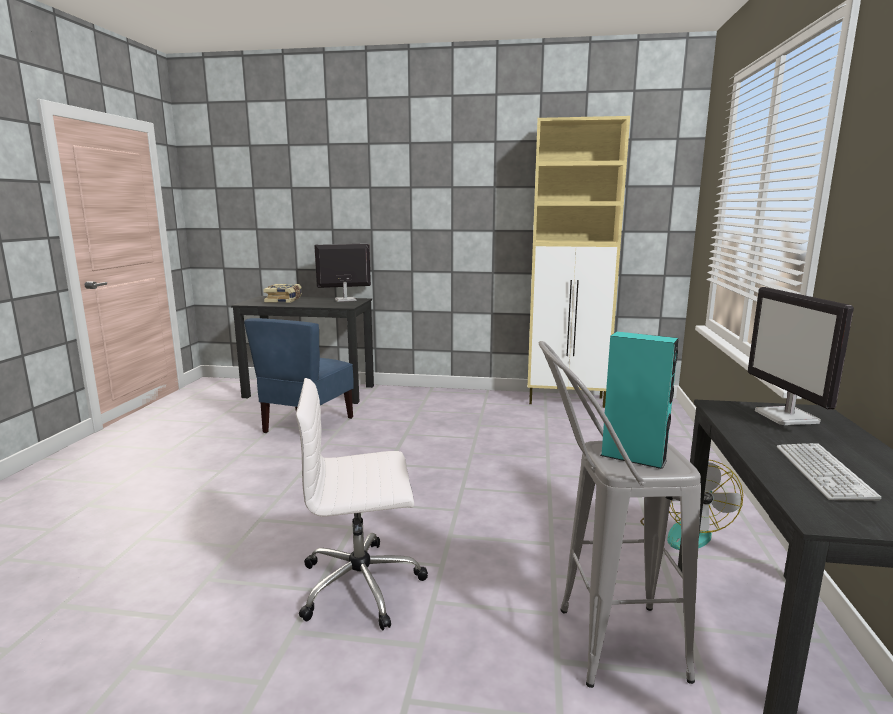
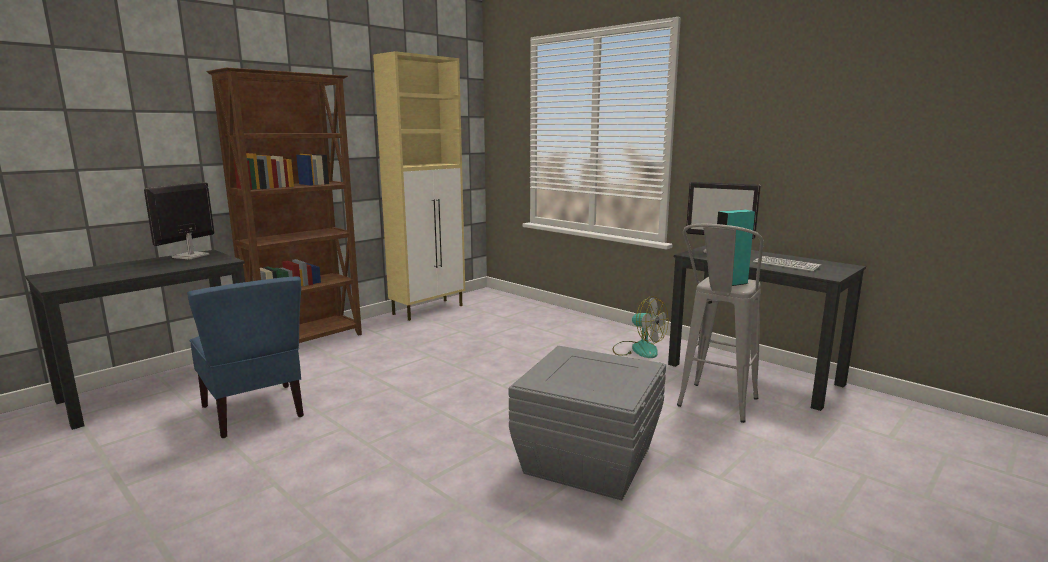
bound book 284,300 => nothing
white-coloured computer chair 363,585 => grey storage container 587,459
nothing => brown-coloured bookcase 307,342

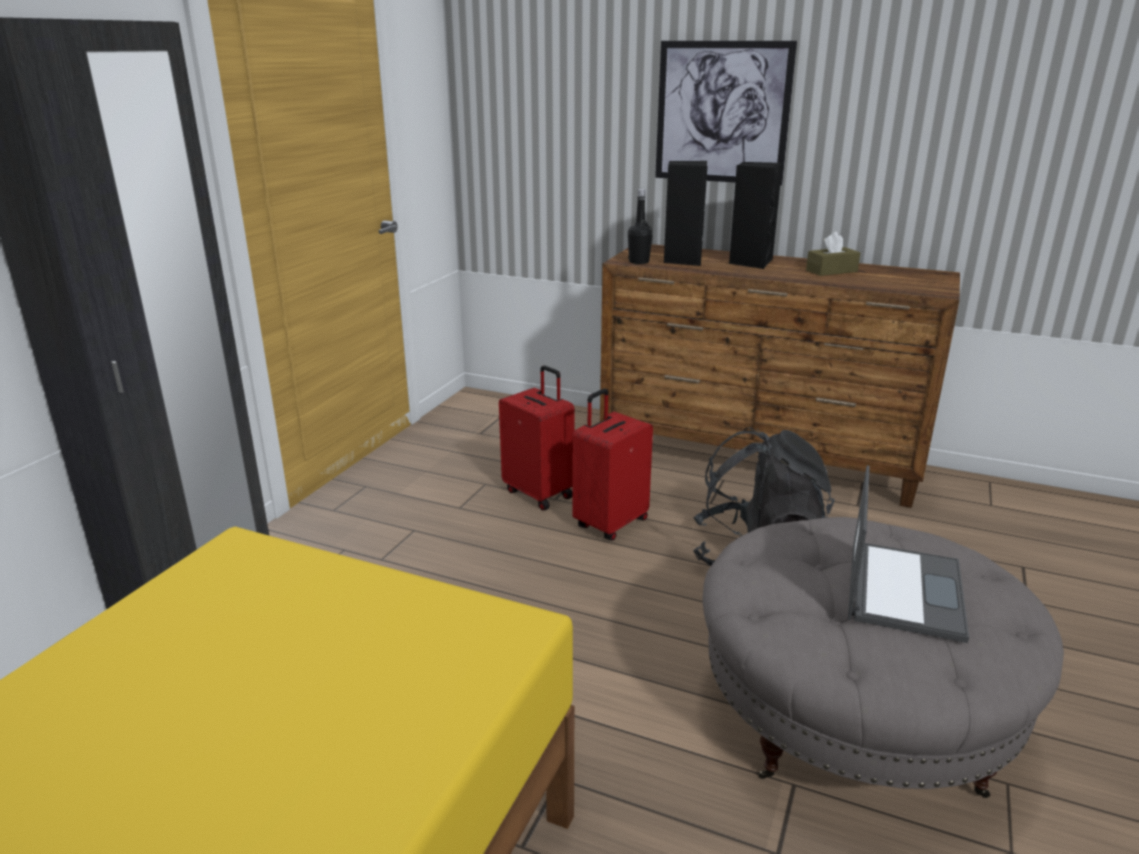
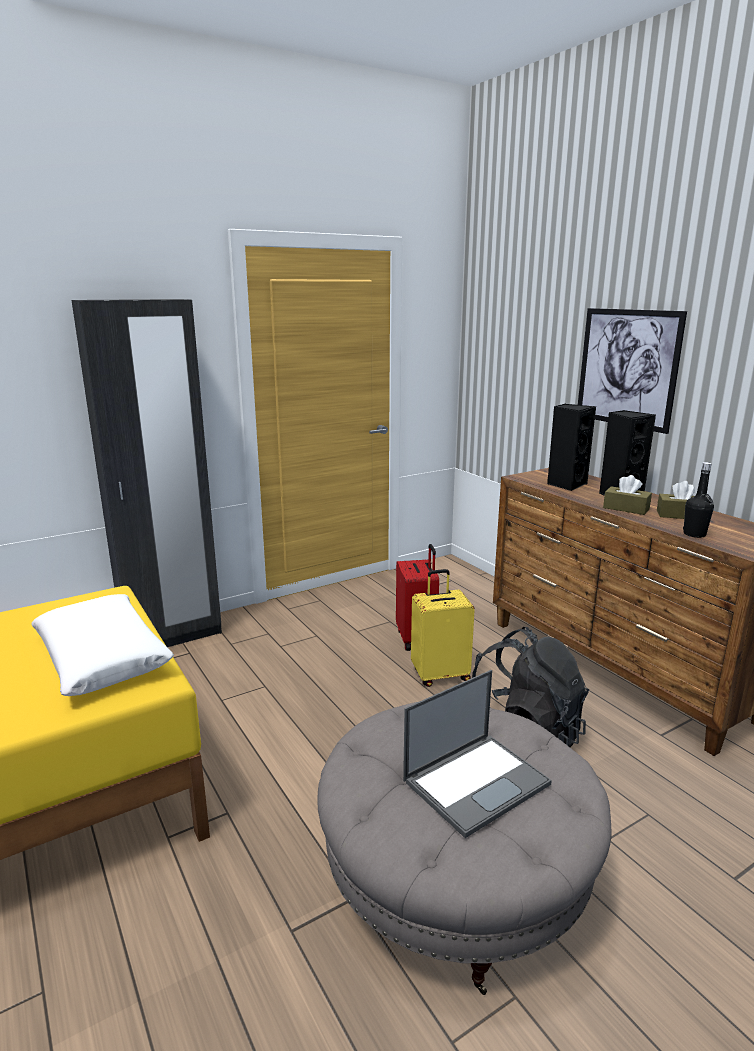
red-coloured suitcase 610,523 => yellow-coloured suitcase 440,675
black-coloured beverage bottle 639,262 => black-coloured beverage bottle 694,534, relocated
nothing => white-coloured pillow 102,657
nothing => brown-coloured tissue holder 626,508

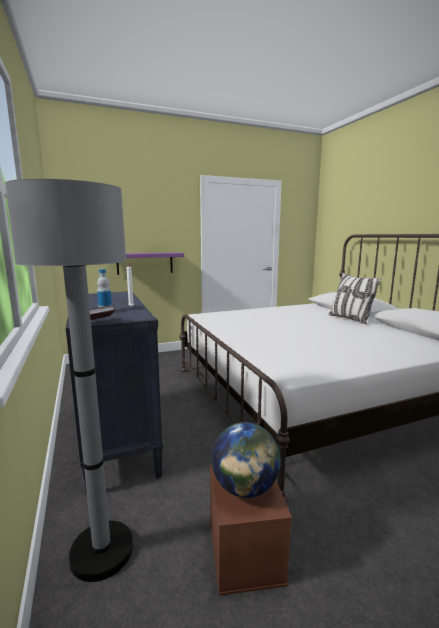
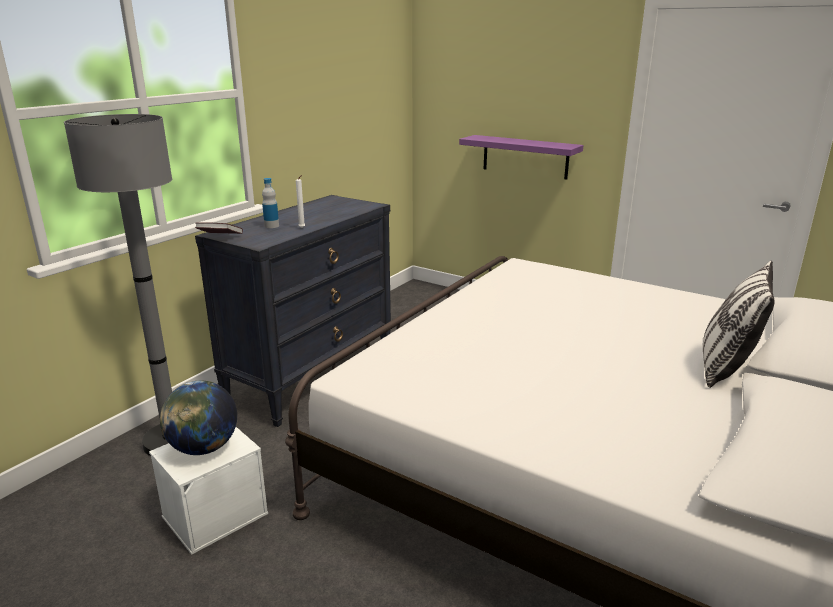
brown-coloured storage container 243,551 => white-coloured storage container 216,514

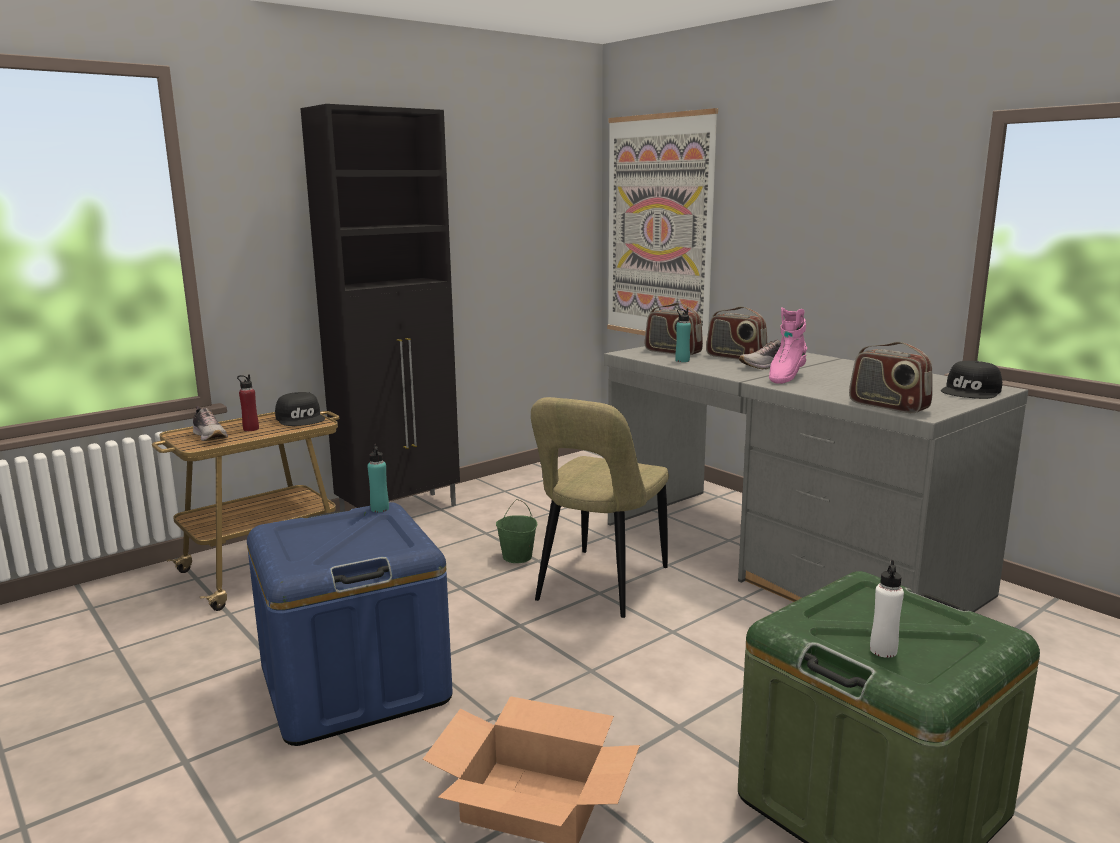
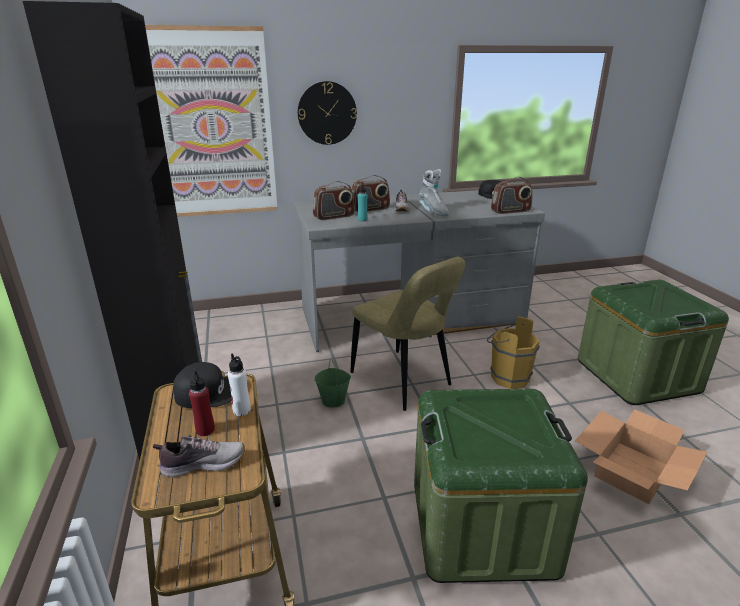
blue storage container 354,684 => green-coloured storage container 482,526
turquoise beverage bottle 379,509 => nothing
pink-coloured boot 785,377 => grey boot 433,212
white-coloured beverage bottle 883,650 => white-coloured beverage bottle 242,410, relocated
nothing => clock on the wall 327,113
nothing => brown-coloured bucket 507,377

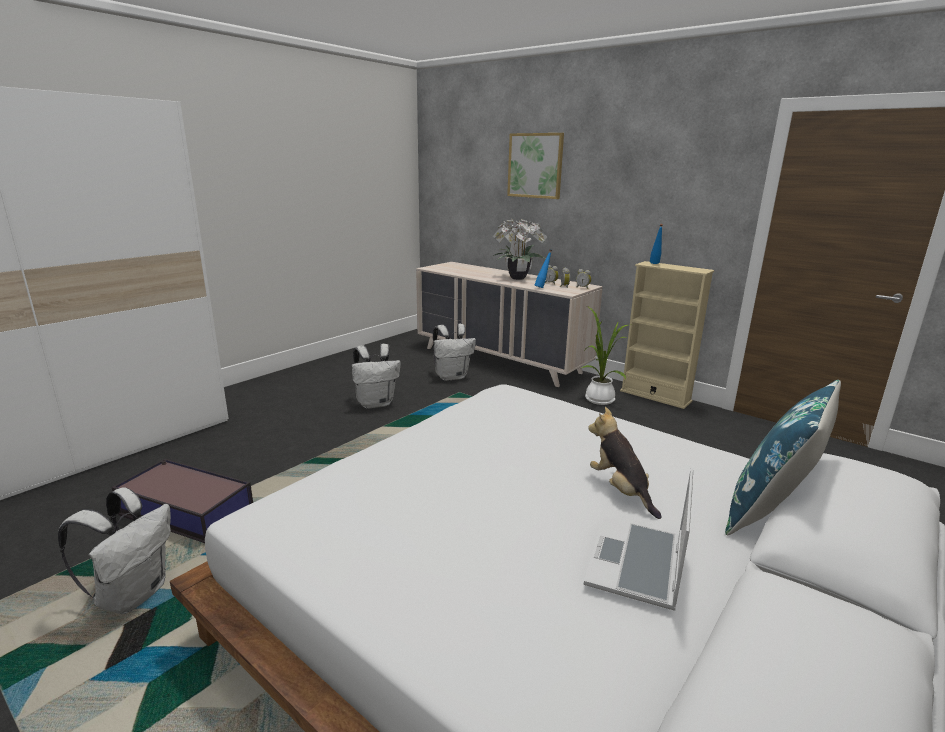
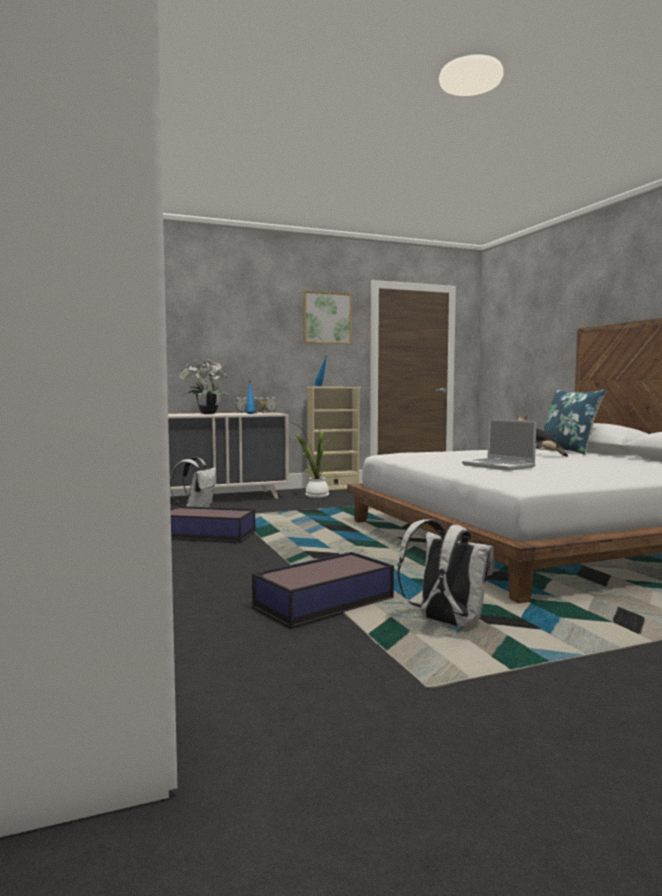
white-coloured backpack 376,403 => storage container 205,535
picture 535,165 => picture 327,318, relocated
portable computer 637,565 => portable computer 499,466, relocated

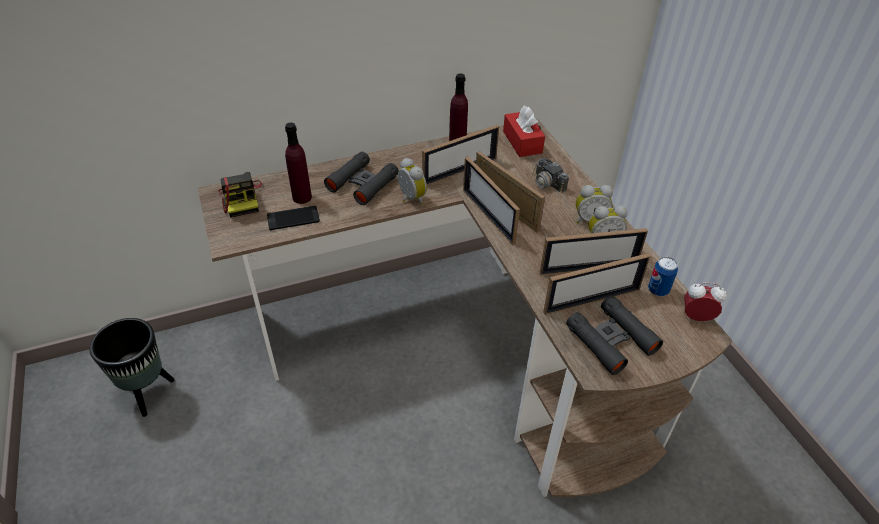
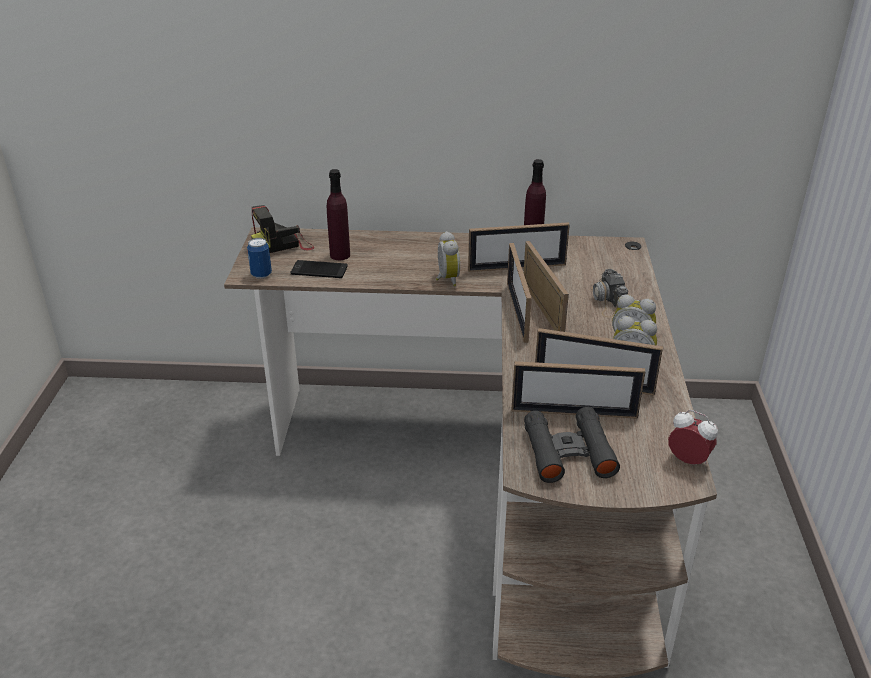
black-coloured planter 148,393 => nothing
photo camera 242,199 => photo camera 283,244, 60 degrees clockwise
black-coloured pair of binoculars 362,183 => nothing
red-coloured tissue holder 522,142 => nothing
sealed can 658,290 => sealed can 261,274, relocated

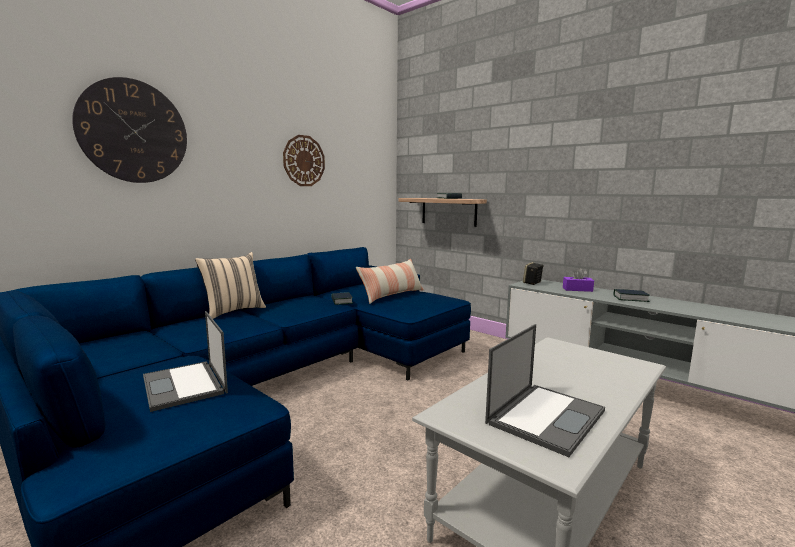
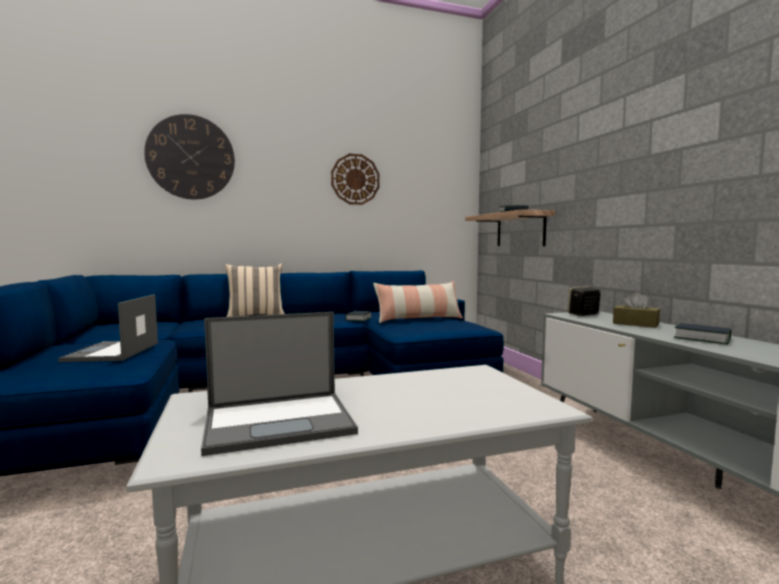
purple-coloured tissue holder 577,289 => brown-coloured tissue holder 635,324

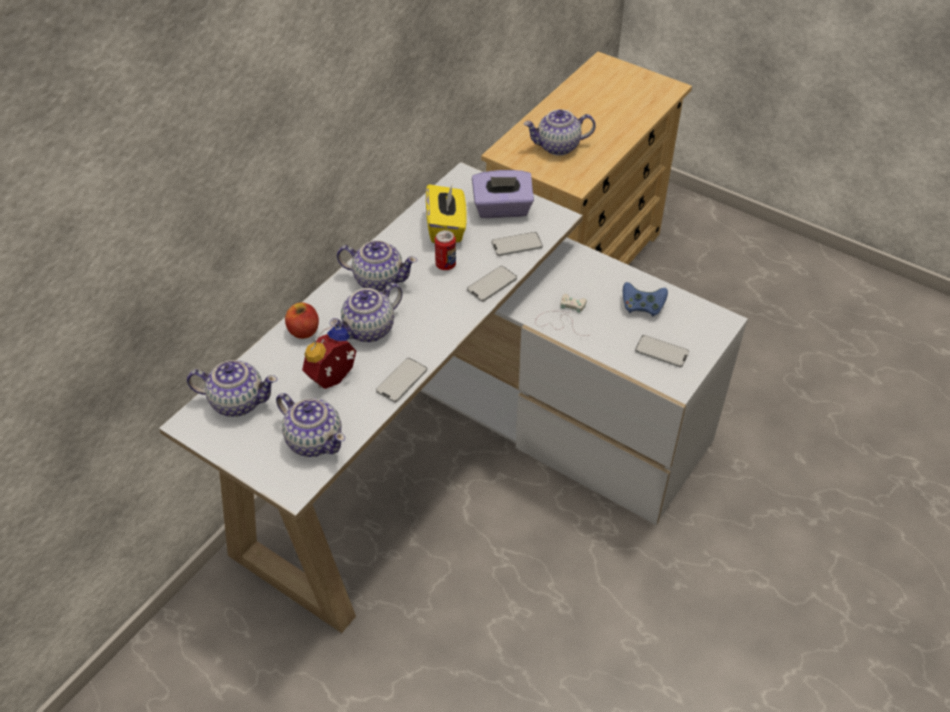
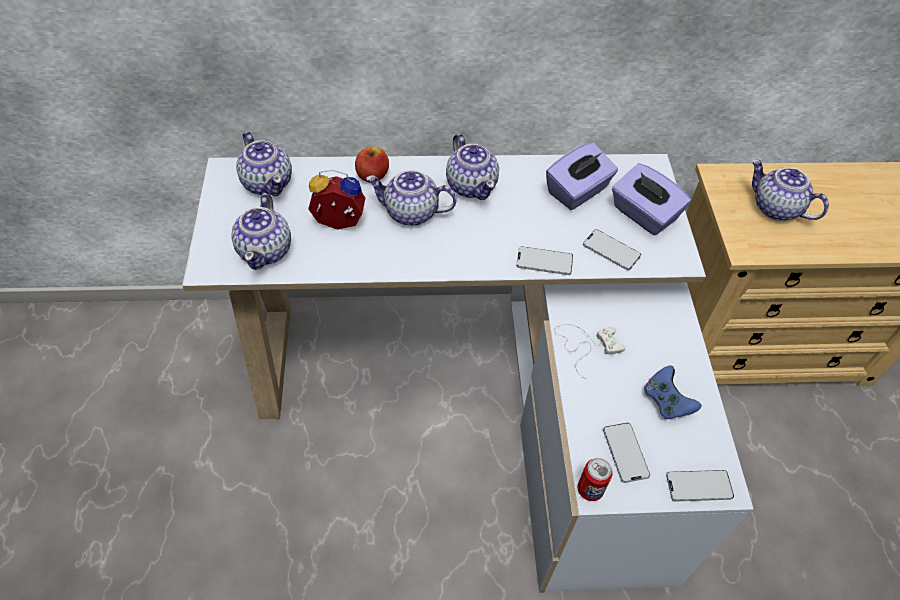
telephone 401,381 => telephone 699,486, relocated
yellow-coloured tissue holder 446,227 => purple-coloured tissue holder 578,191
sealed can 445,265 => sealed can 590,489, relocated

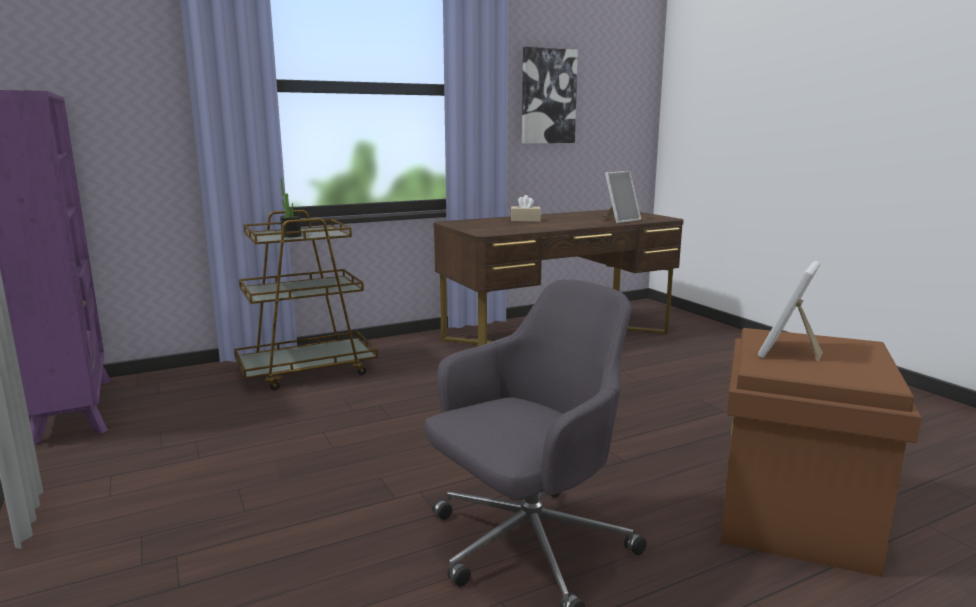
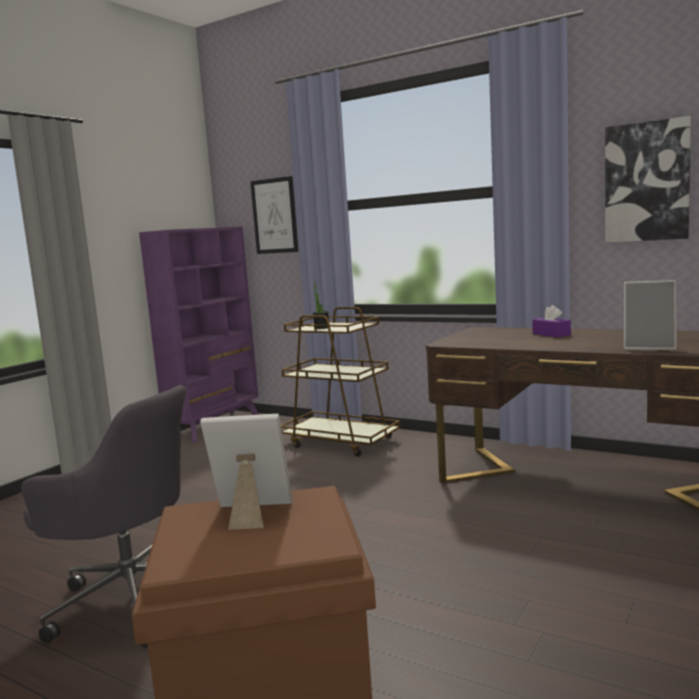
sand-coloured tissue holder 525,220 => purple-coloured tissue holder 551,334
nothing => picture 274,216

